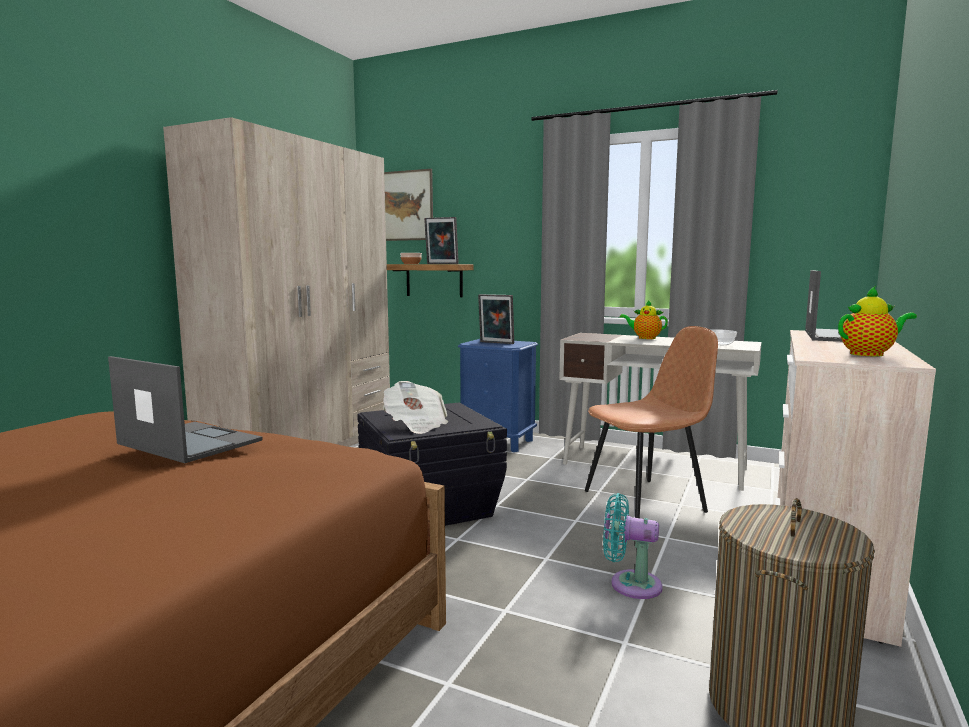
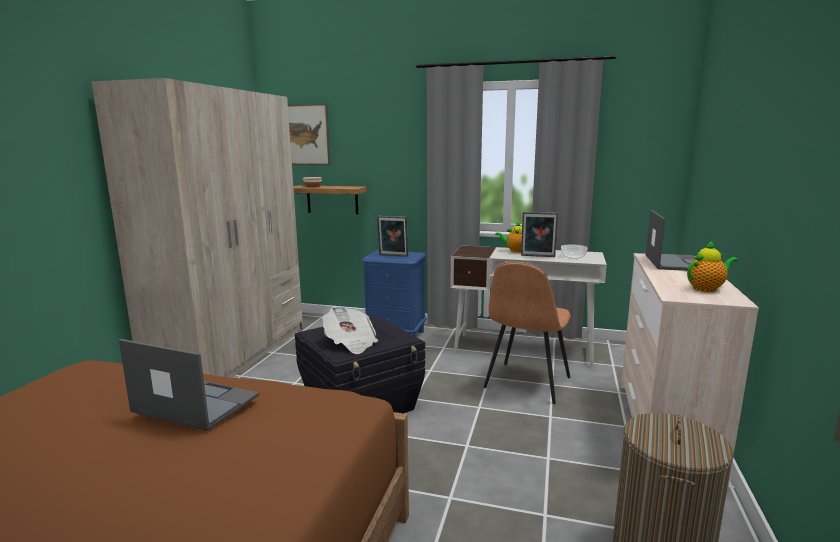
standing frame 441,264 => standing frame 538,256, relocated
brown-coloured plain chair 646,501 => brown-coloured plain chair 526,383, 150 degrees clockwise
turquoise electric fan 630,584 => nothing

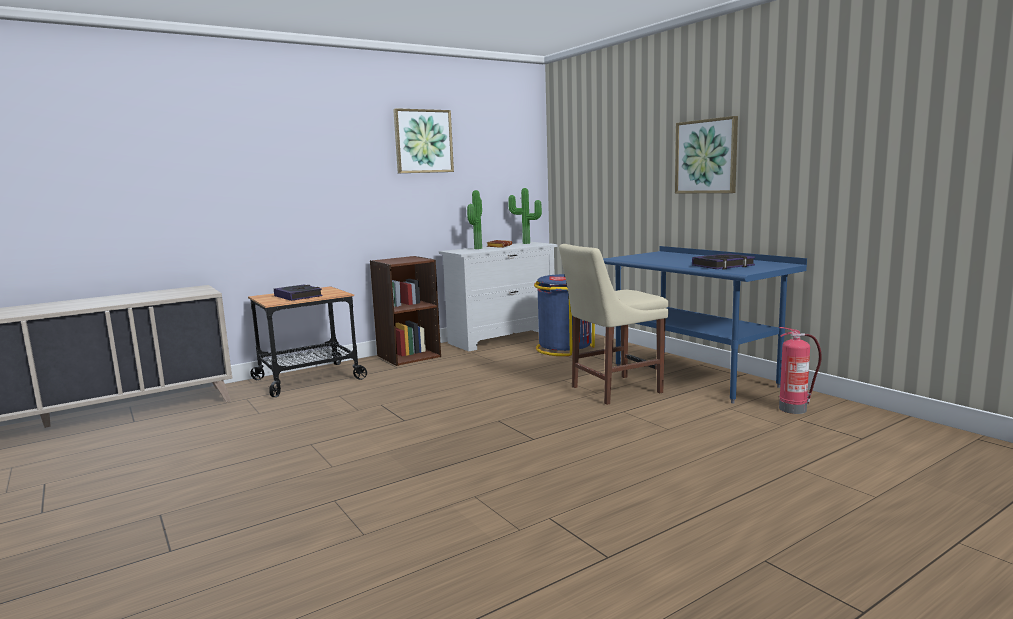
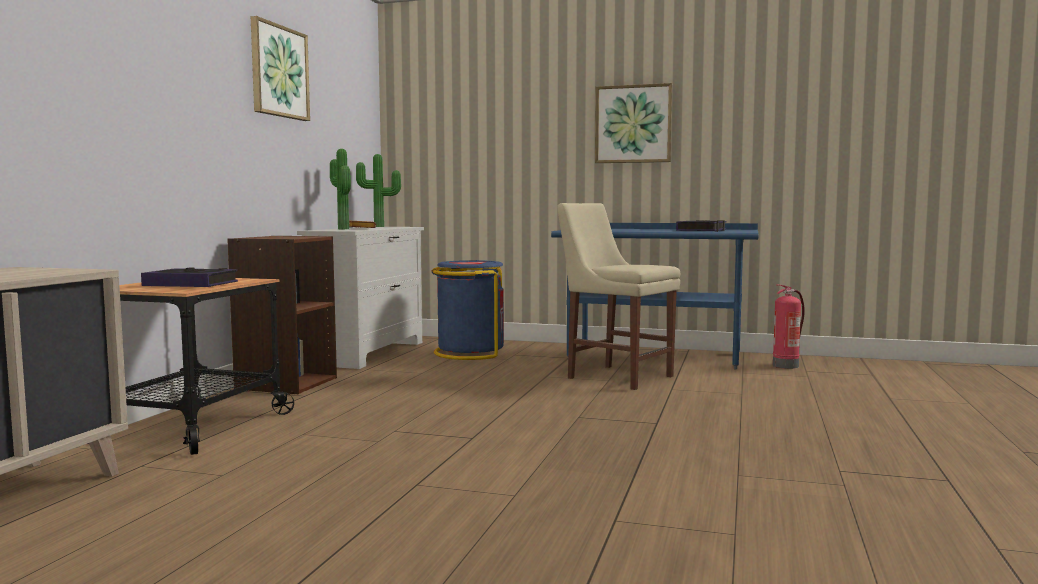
sand-coloured plain chair 612,390 => sand-coloured plain chair 616,376, 105 degrees clockwise

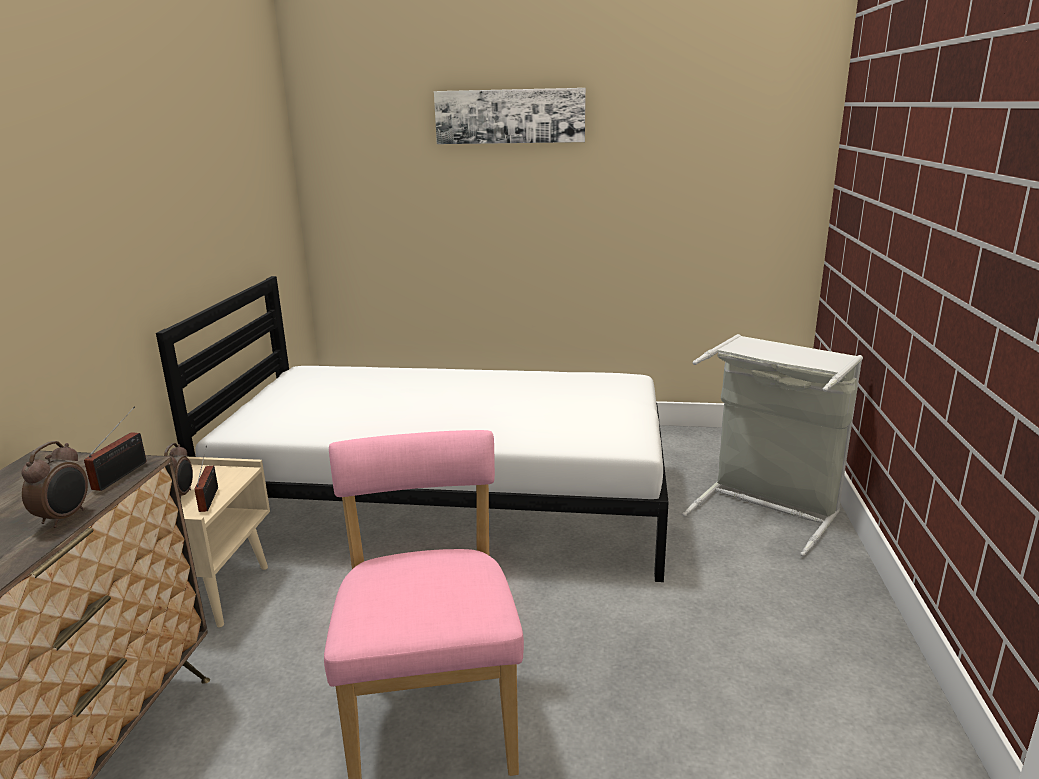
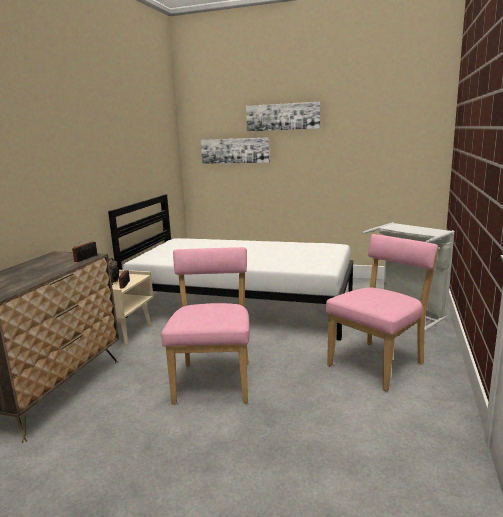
bedside clock 65,517 => nothing
nothing => picture 235,150
nothing => pink-coloured plain chair 379,363

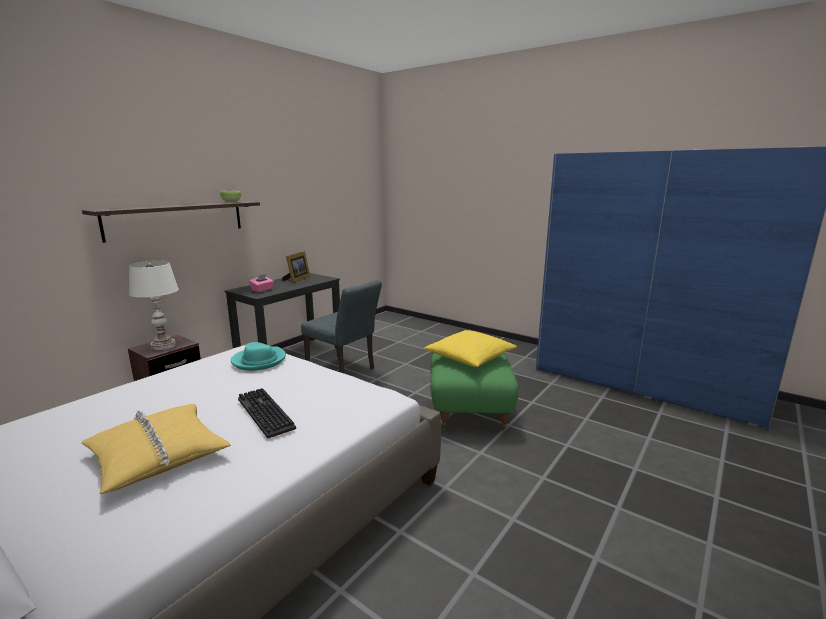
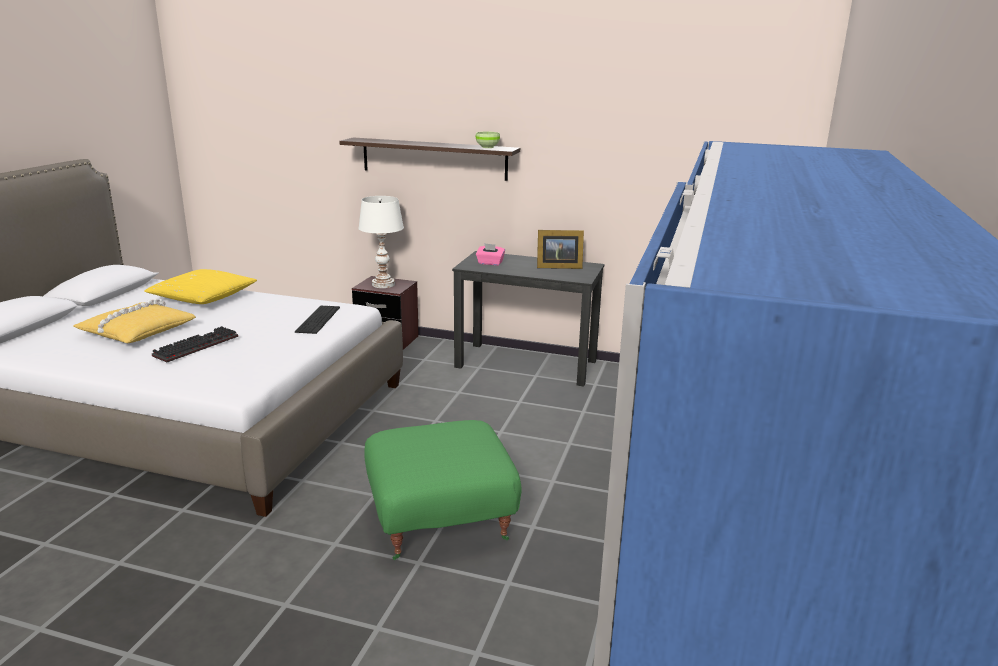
turquoise wearable hat 259,360 => computer keyboard 318,319
grey plain chair 344,370 => nothing
yellow-coloured pillow 469,358 => yellow-coloured pillow 203,298, relocated

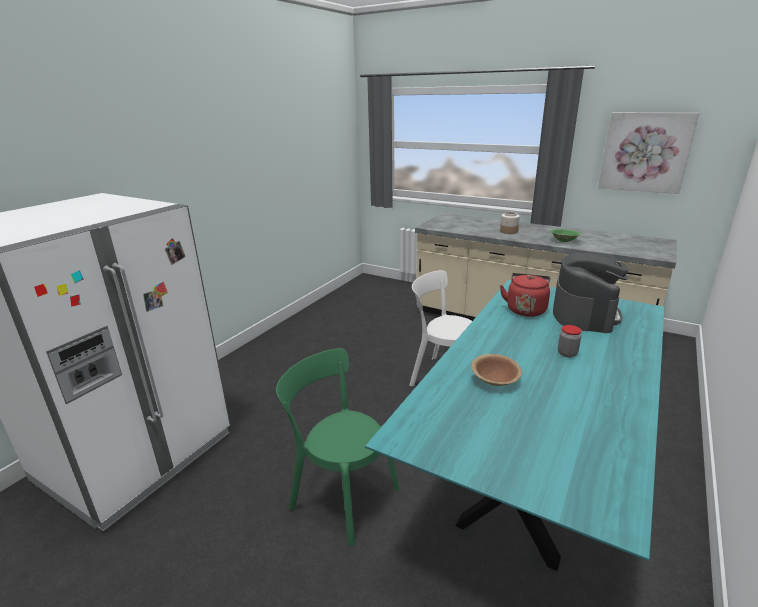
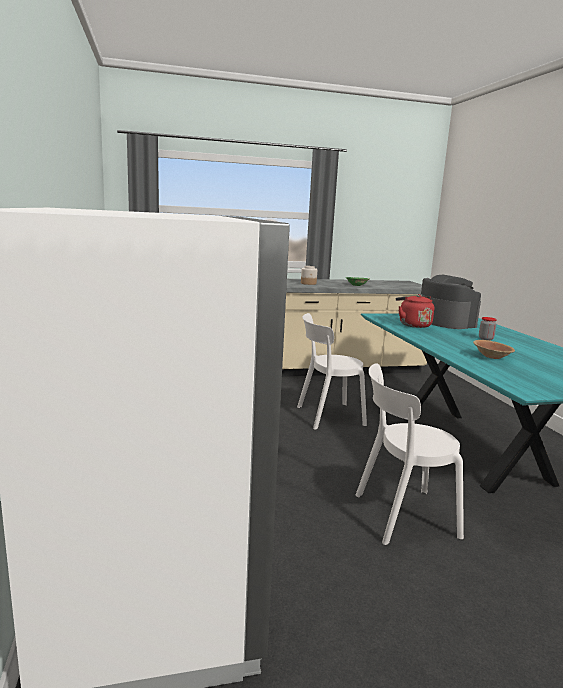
green-coloured plain chair 341,495 => white-coloured plain chair 400,515
picture 645,152 => nothing

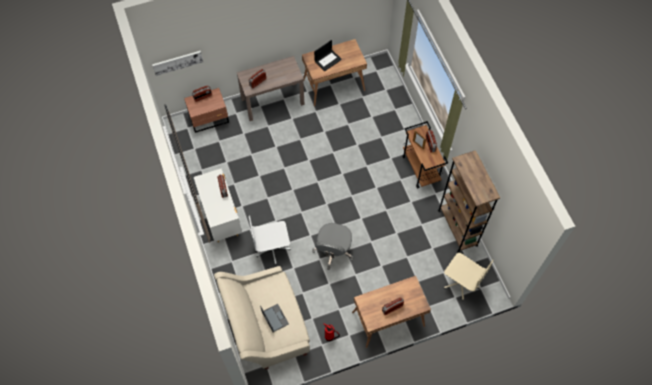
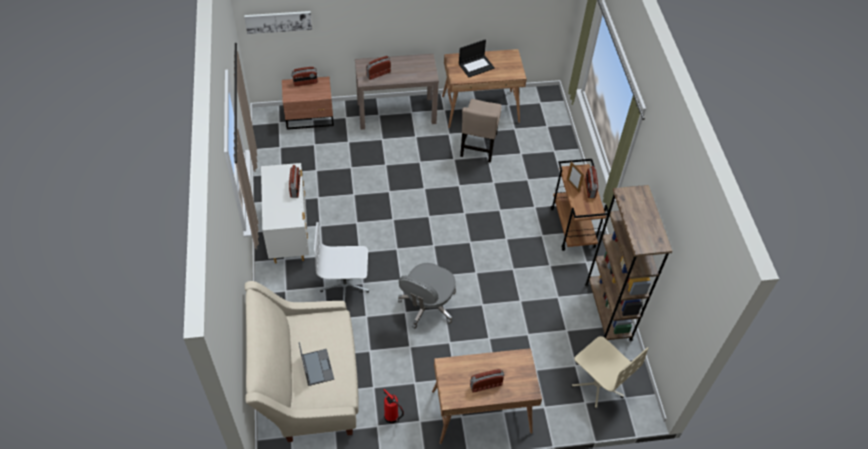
nothing => sand-coloured plain chair 478,147

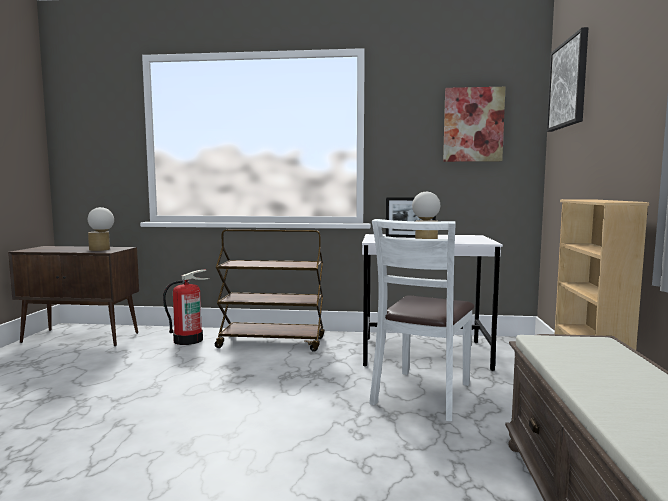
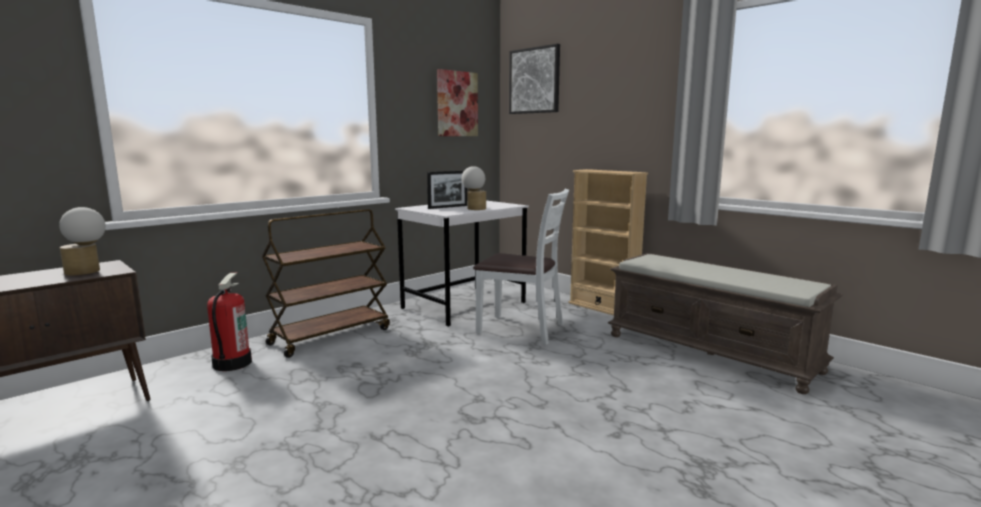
white-coloured plain chair 422,394 => white-coloured plain chair 521,329, 45 degrees counterclockwise

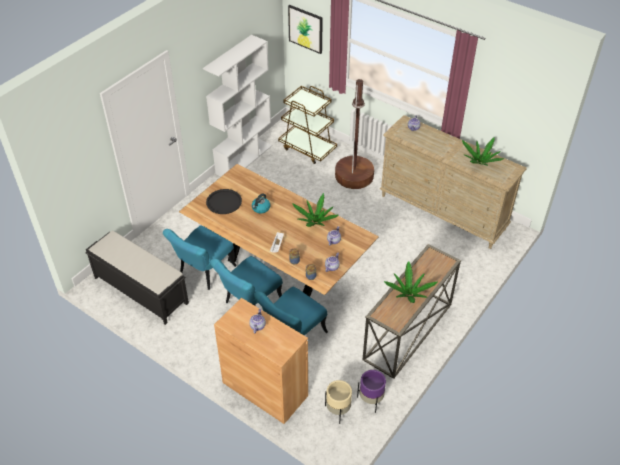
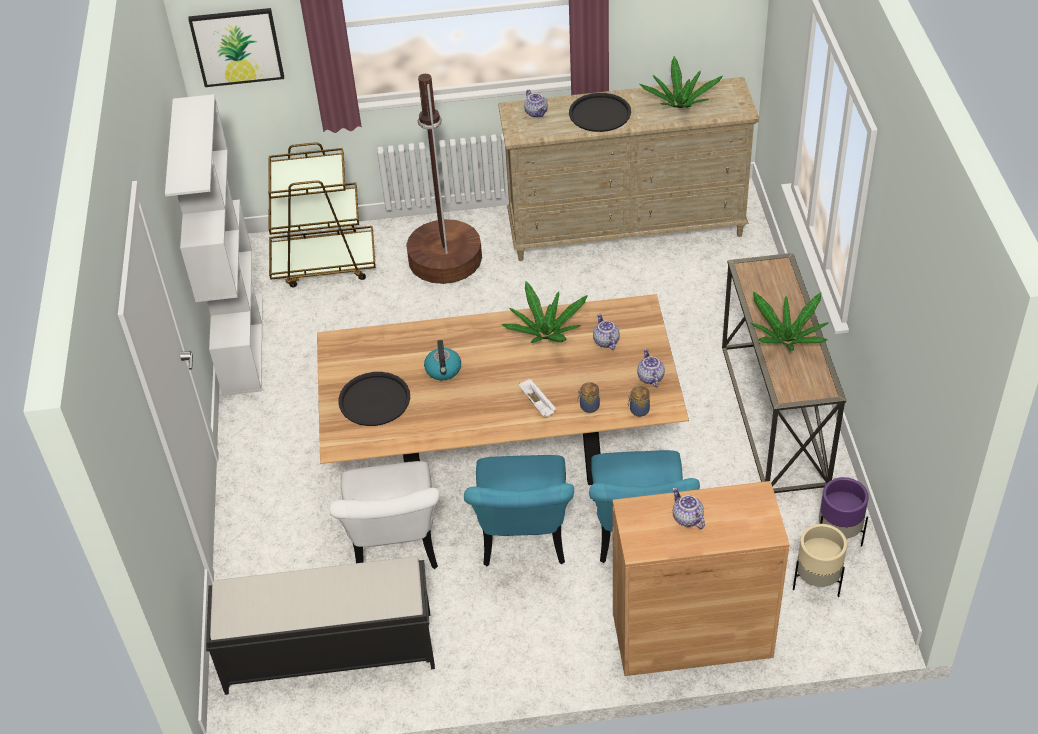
turquoise plain chair 203,272 => white-coloured plain chair 395,551
nothing => black-coloured serving tray 599,113

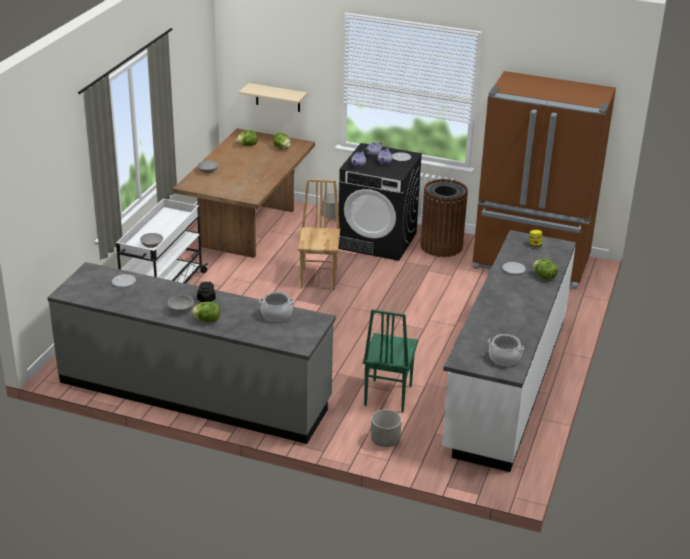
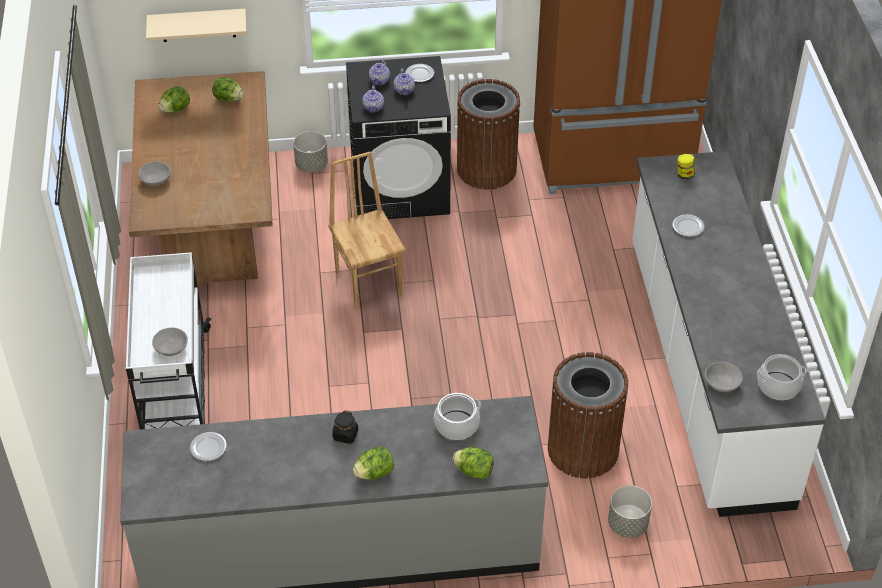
grey deep dish 181,309 => grey deep dish 722,384, relocated
green-coloured plain chair 387,396 => brown-coloured rubbish bin 583,450
head of lettuce 544,277 => head of lettuce 474,471, relocated

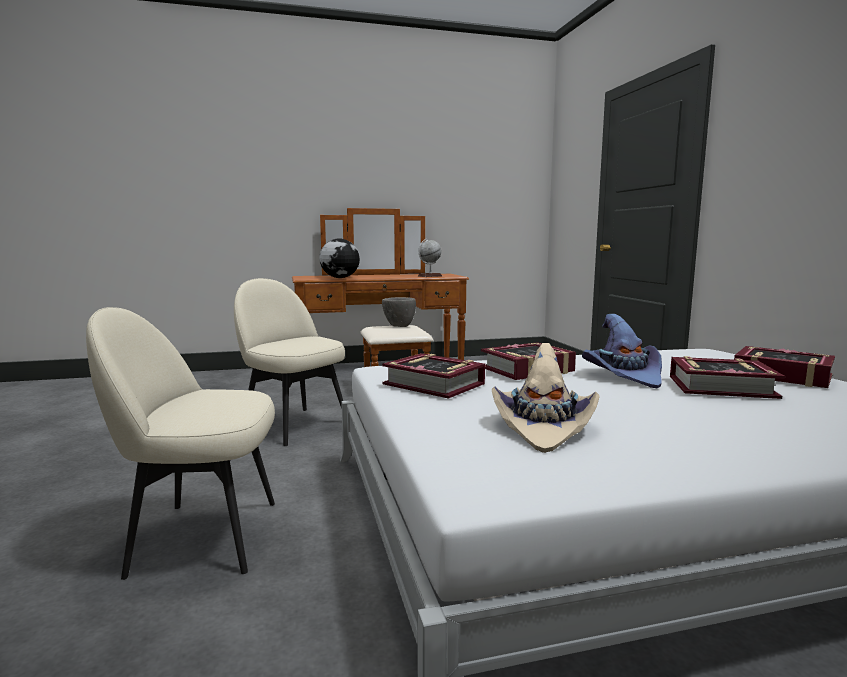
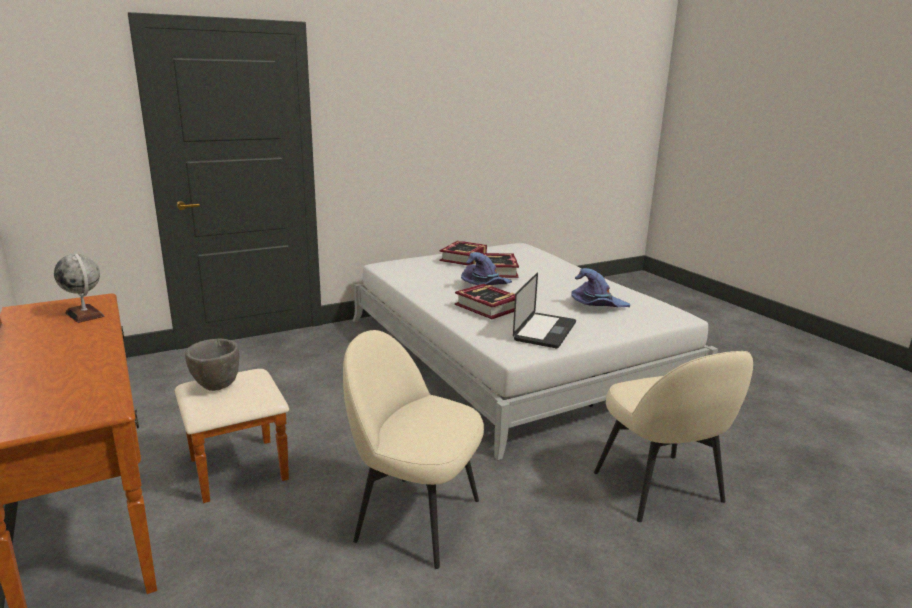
sand-coloured plain chair 293,425 => sand-coloured plain chair 415,518, 90 degrees clockwise
world globe 340,278 => nothing
bound book 434,384 => portable computer 545,331
sand-coloured wearable hat 543,427 => purple-coloured wearable hat 597,306

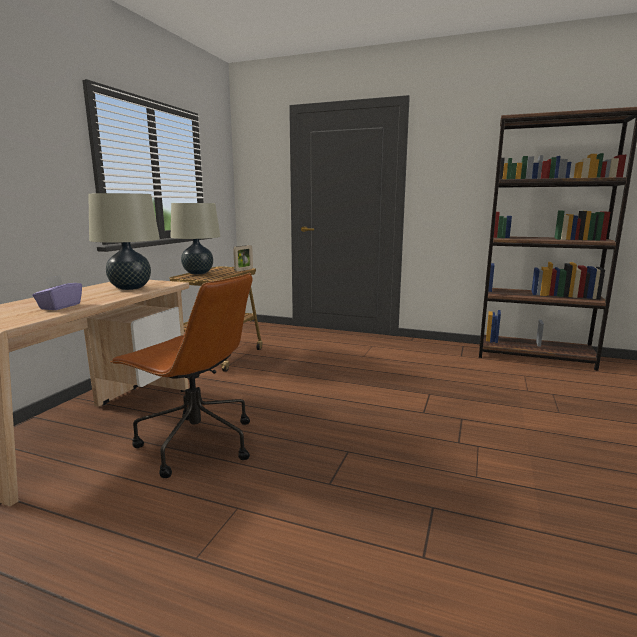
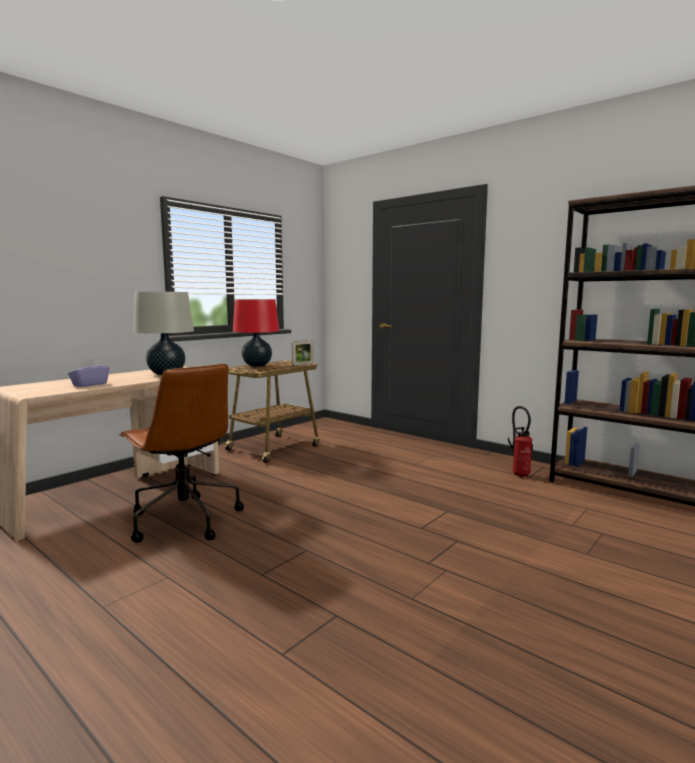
sand-coloured tabletop lamp 198,273 => red-coloured tabletop lamp 257,365
nothing => fire extinguisher 519,474

